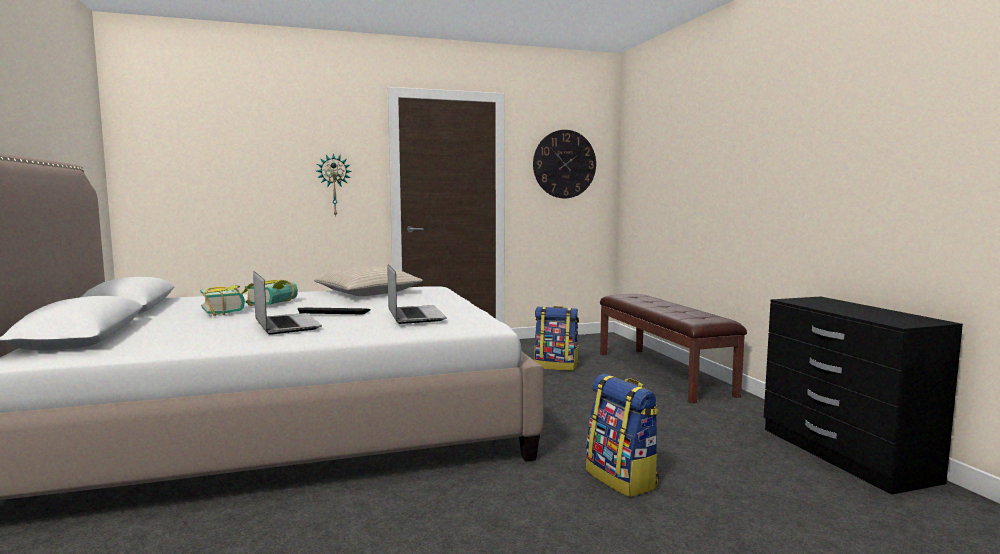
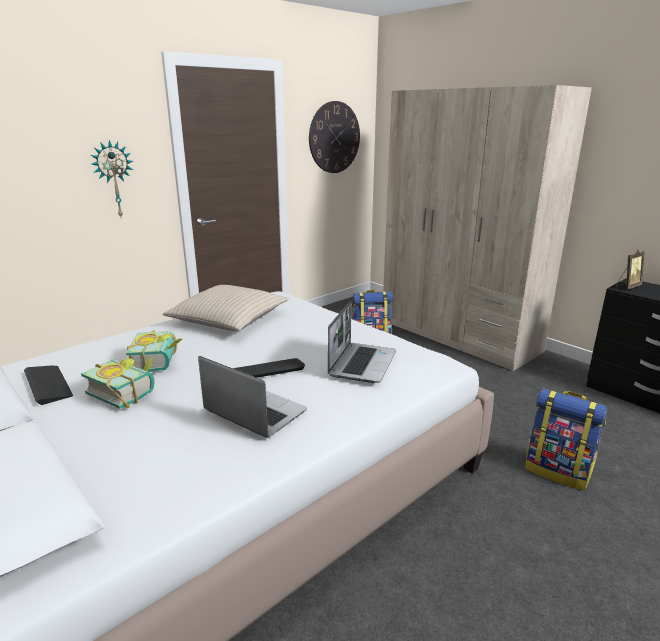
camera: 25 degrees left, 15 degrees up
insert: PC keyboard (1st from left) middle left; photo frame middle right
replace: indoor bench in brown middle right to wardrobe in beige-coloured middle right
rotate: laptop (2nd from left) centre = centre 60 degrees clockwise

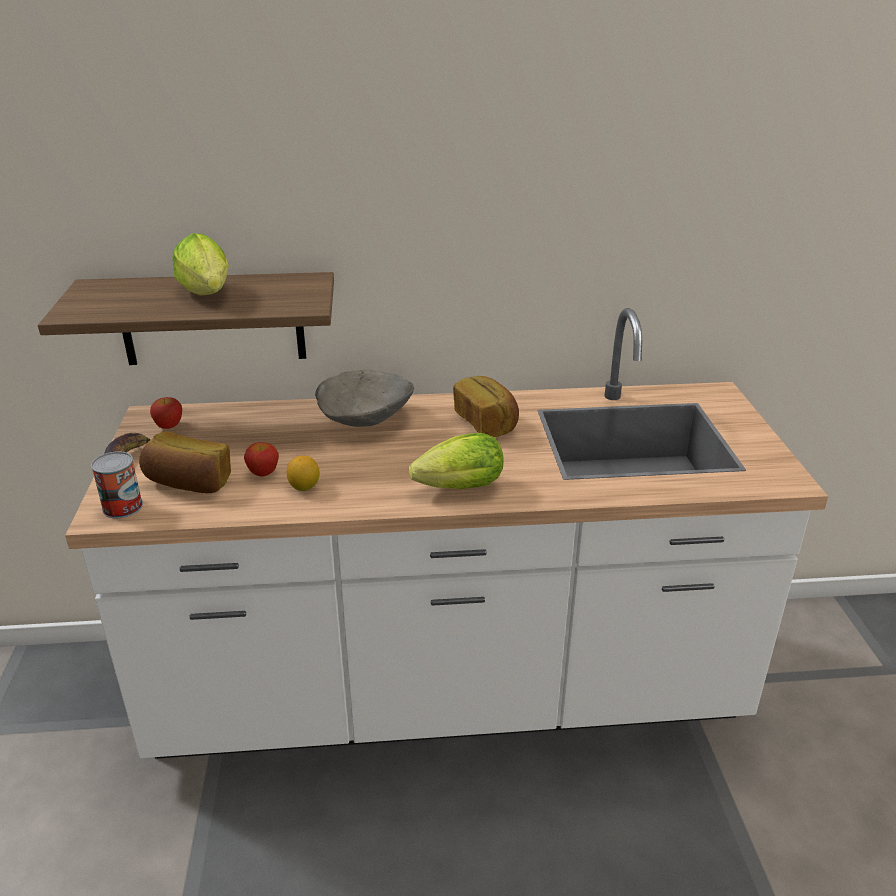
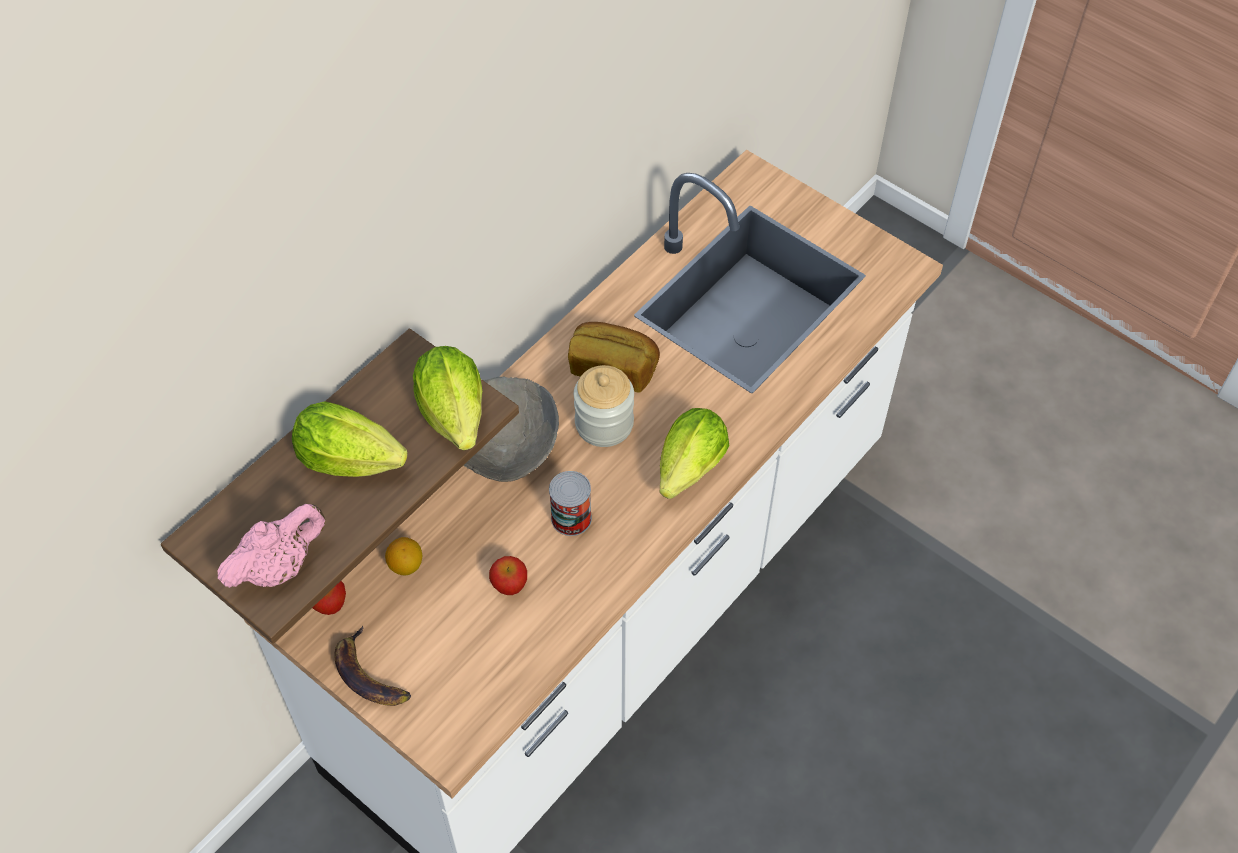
camera: 45 degrees left, 25 degrees up
delete: bread (1st from left) middle left
insert: tea pot in pinkish middle left; head of lettuce (2nd from left) centre; storage jar centre
move: can middle left to centre; lemon centre to middle left

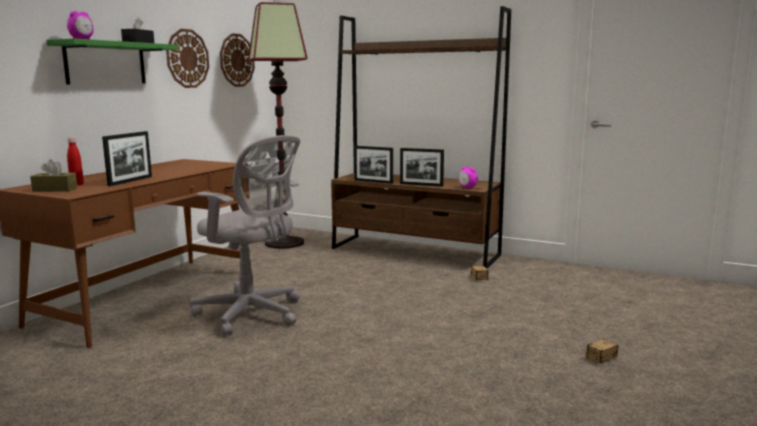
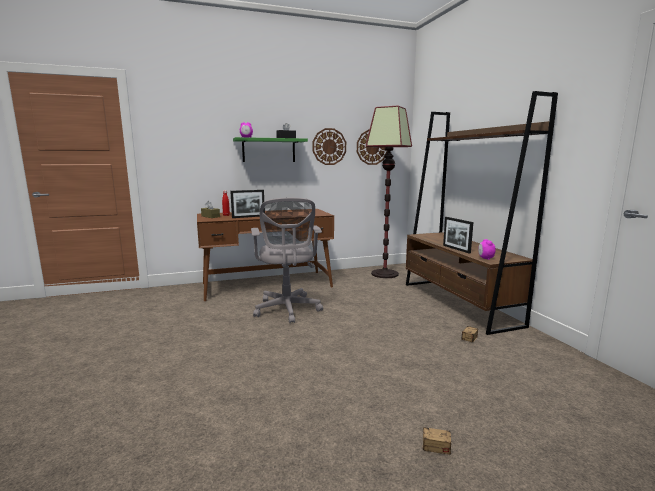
camera: 45 degrees right, 0 degrees up
delete: photo frame (2nd from left) centre

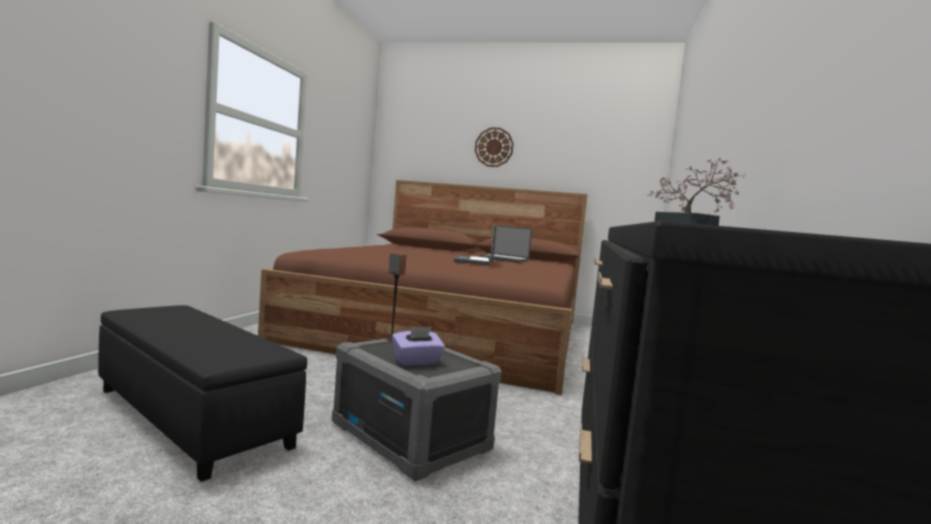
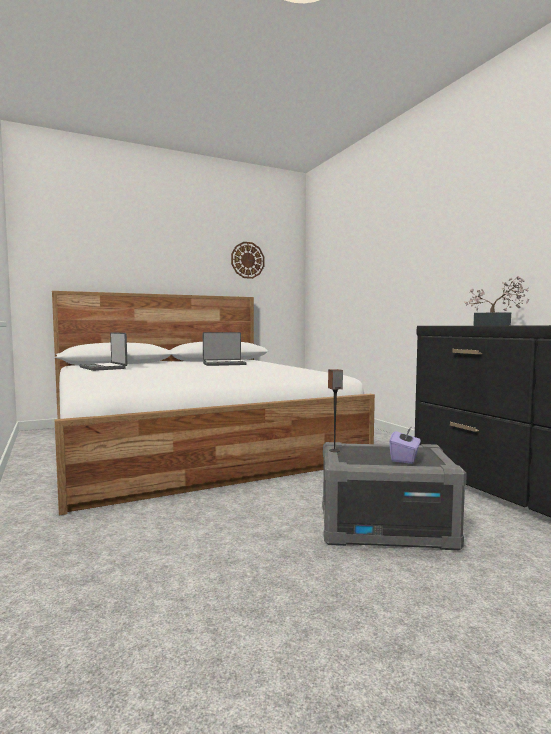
camera: 40 degrees left, 0 degrees up
delete: pouffe in black bottom left
move: laptop (1st from left) centre to middle left; clock on the wall top centre to centre
recolor: sleeping bed in brown centre to sleeping bed in white centre

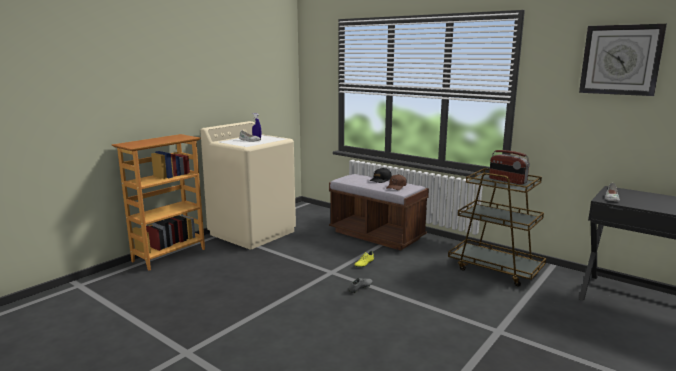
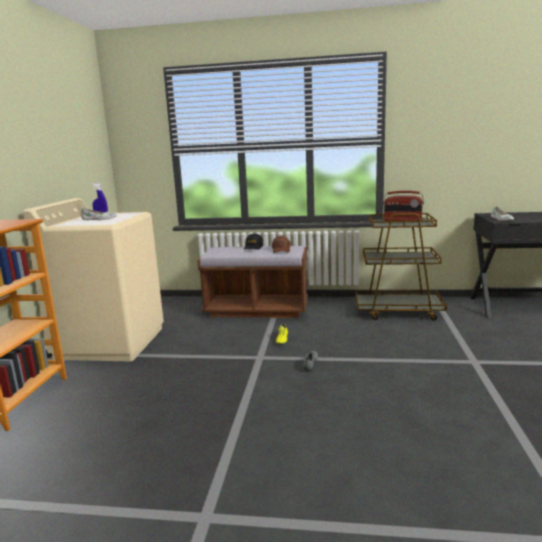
camera: 30 degrees left, 0 degrees up
delete: clock on the wall top right

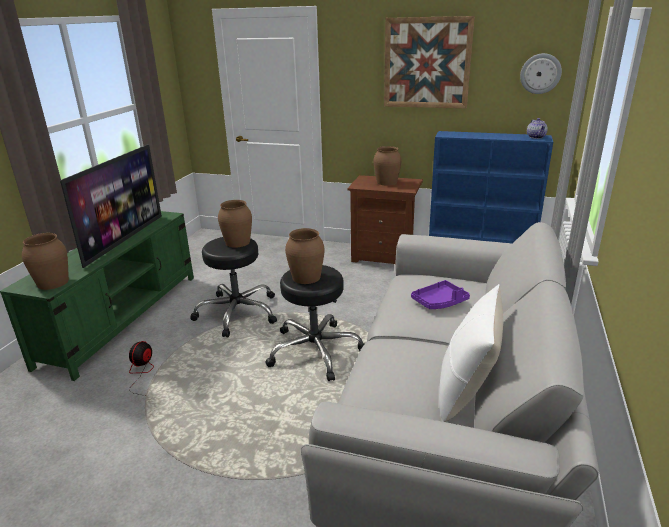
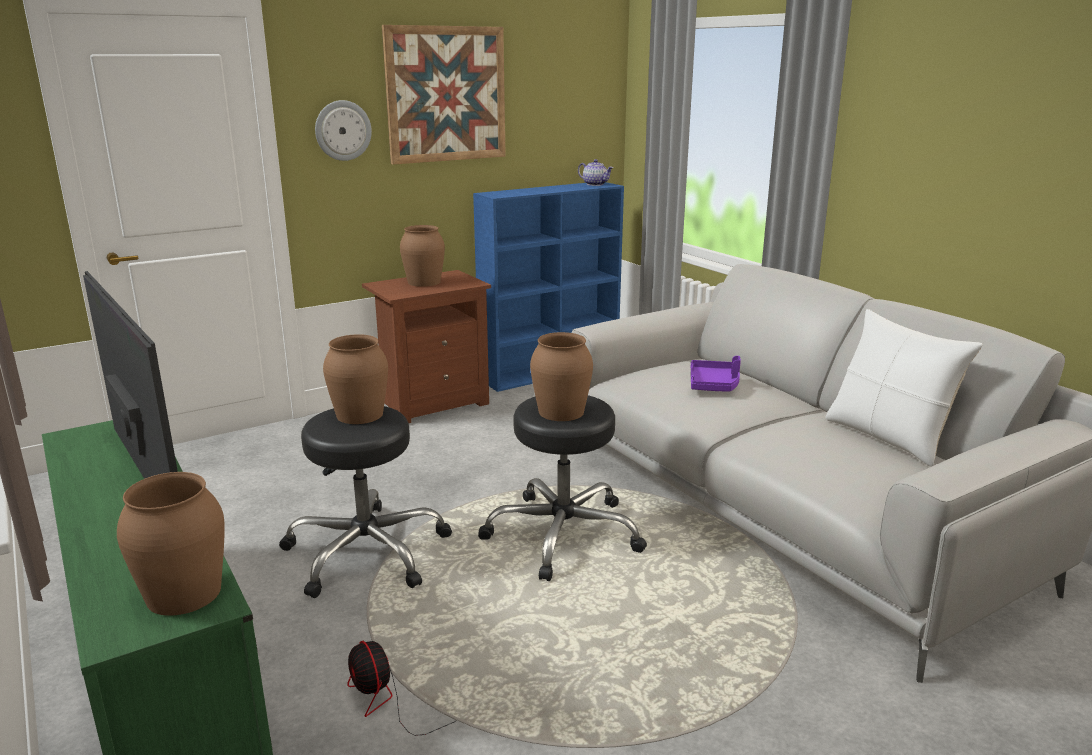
camera: 50 degrees left, 5 degrees down
move: clock on the wall top right to top left

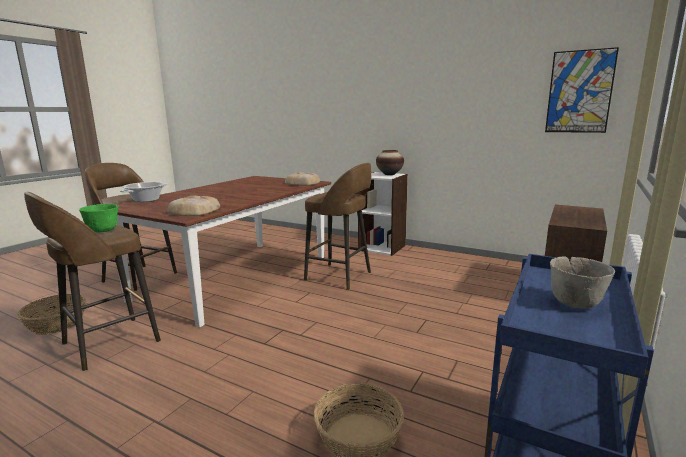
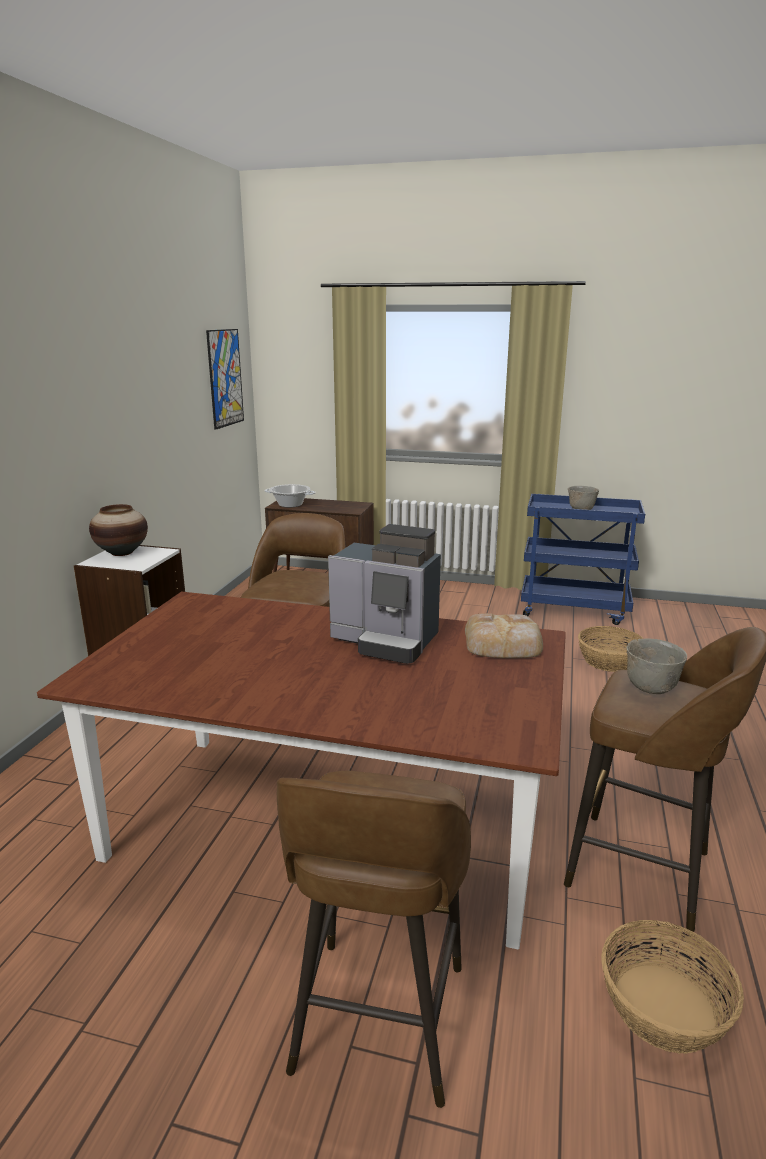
camera: 105 degrees left, 5 degrees up
delete: bread (2nd from left) centre
insert: coffee maker centre
move: saucepot middle left to centre
recolor: serving bowl in green-coloured middle left to serving bowl in grey (2nd from left) middle right

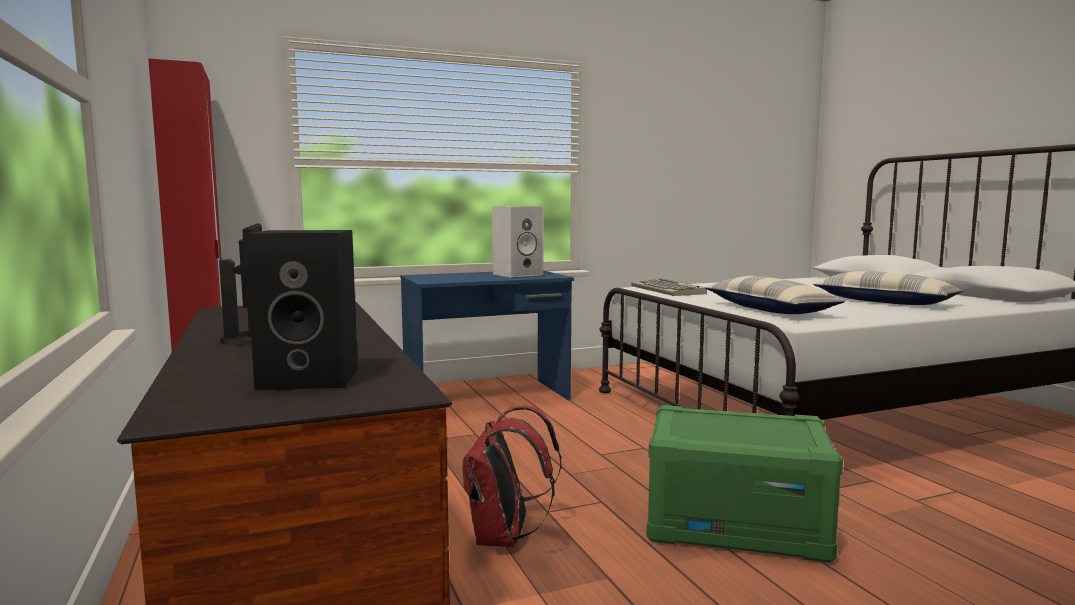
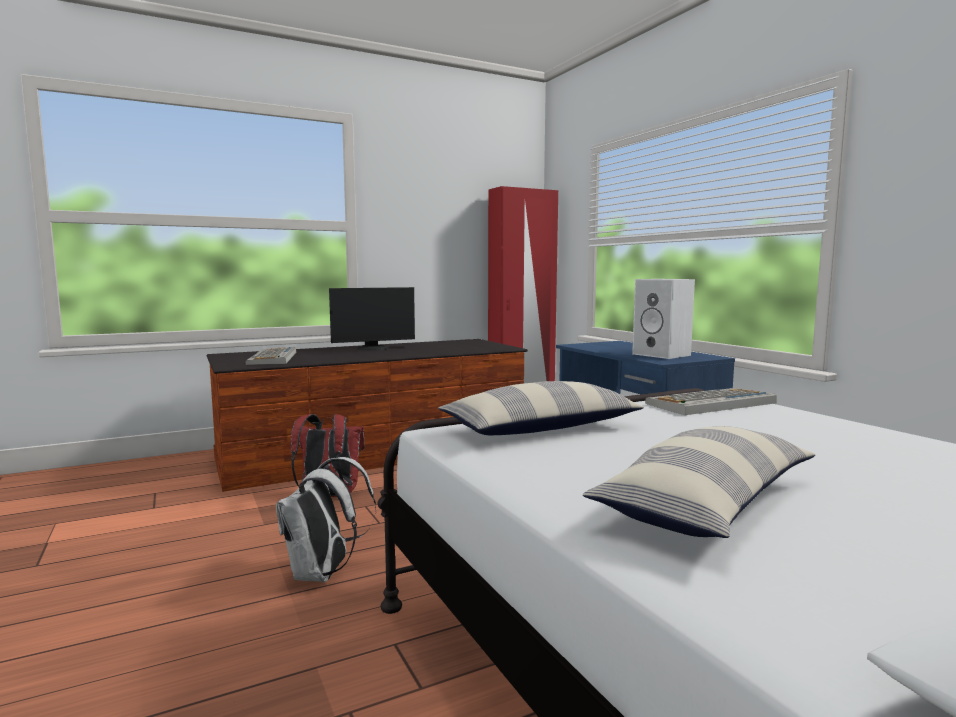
camera: 85 degrees right, 0 degrees up
replace: loudspeaker in black middle left to PC keyboard (1st from left) middle left; storage container in green-coloured bottom right to backpack in white bottom centre

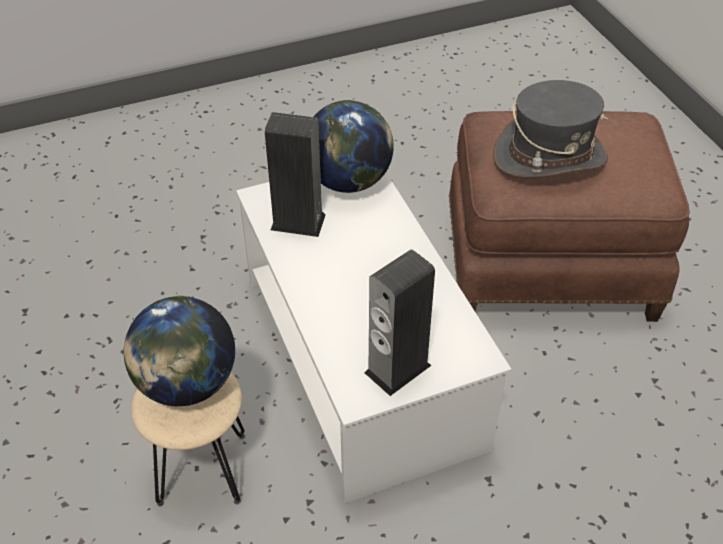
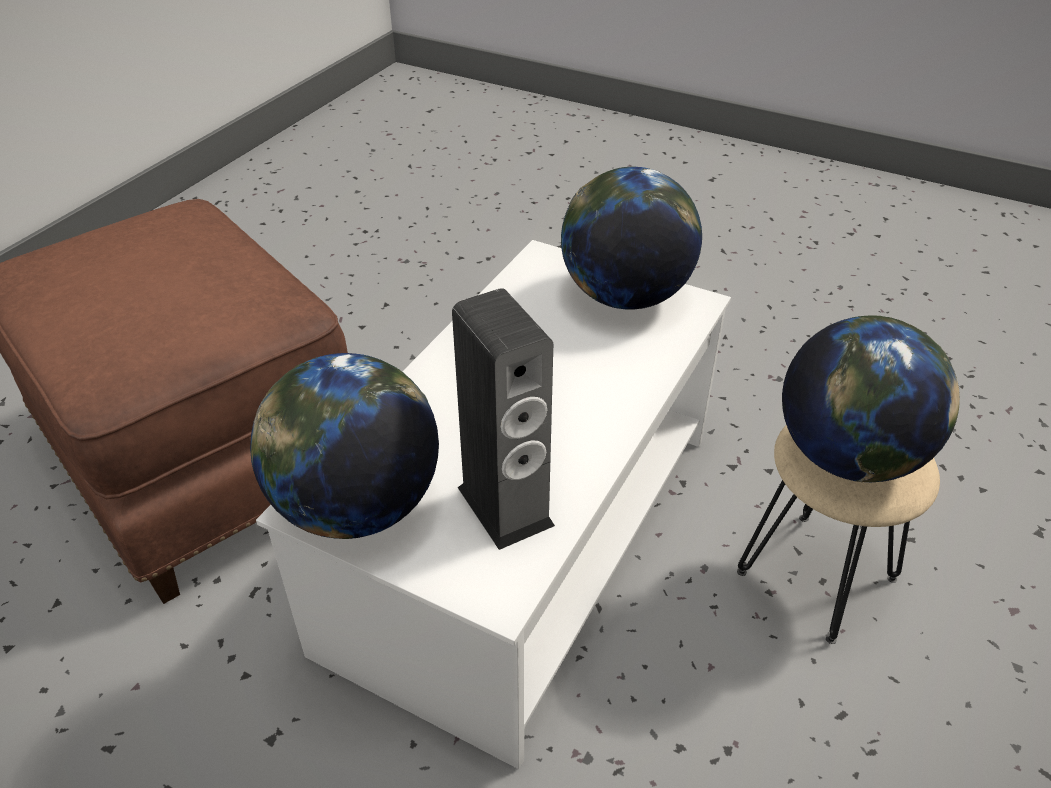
camera: 130 degrees left, 5 degrees down
delete: clothing hat in grey top right
replace: loudspeaker (2nd from left) centre to world globe (2nd from left) top centre

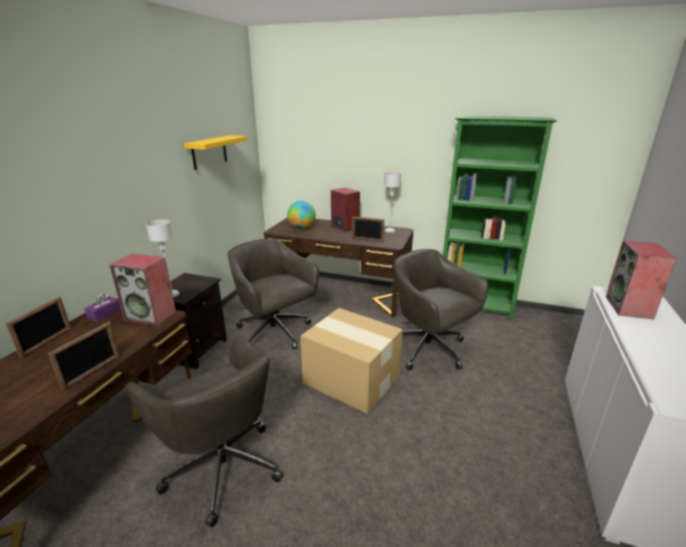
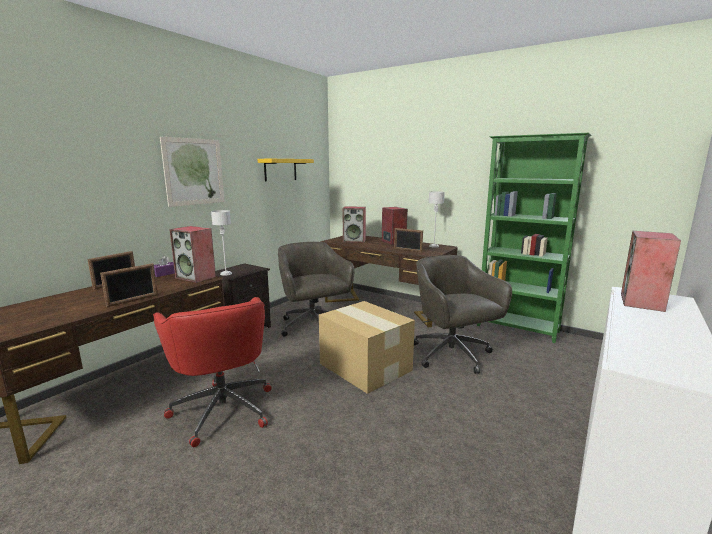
camera: 15 degrees right, 10 degrees down
insert: wall picture top left
replace: world globe centre to loudspeaker (2nd from left) centre
recolor: computer chair in grey (1st from left) bottom left to computer chair in reddish bottom left

